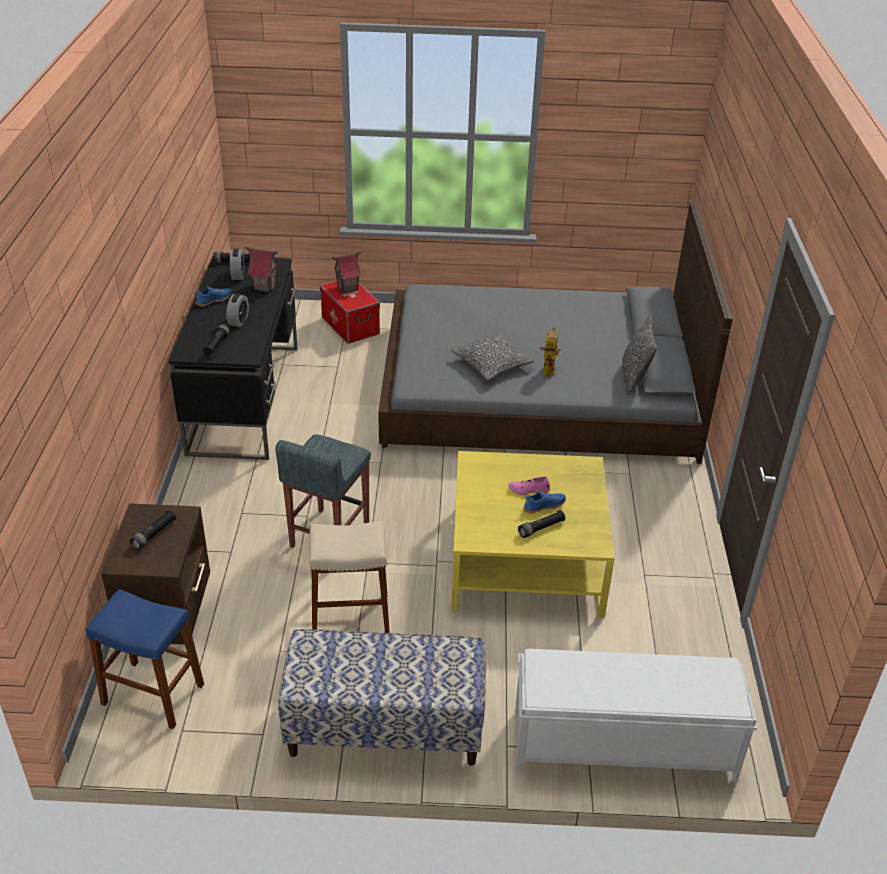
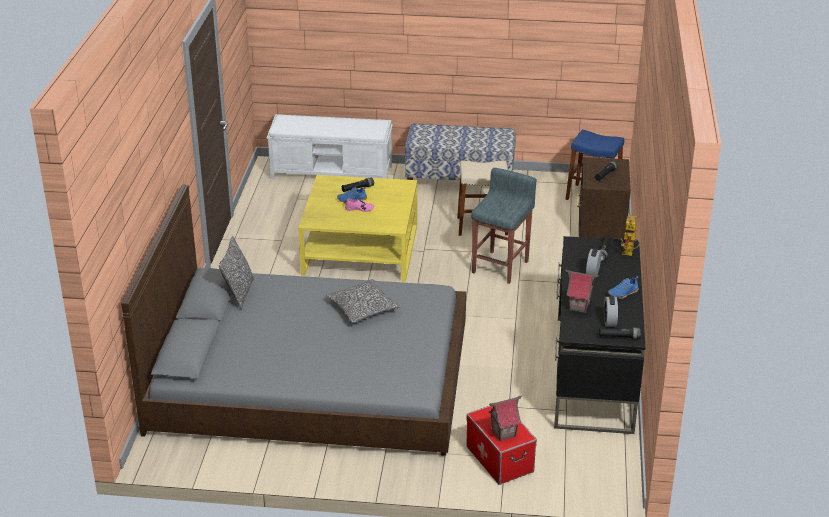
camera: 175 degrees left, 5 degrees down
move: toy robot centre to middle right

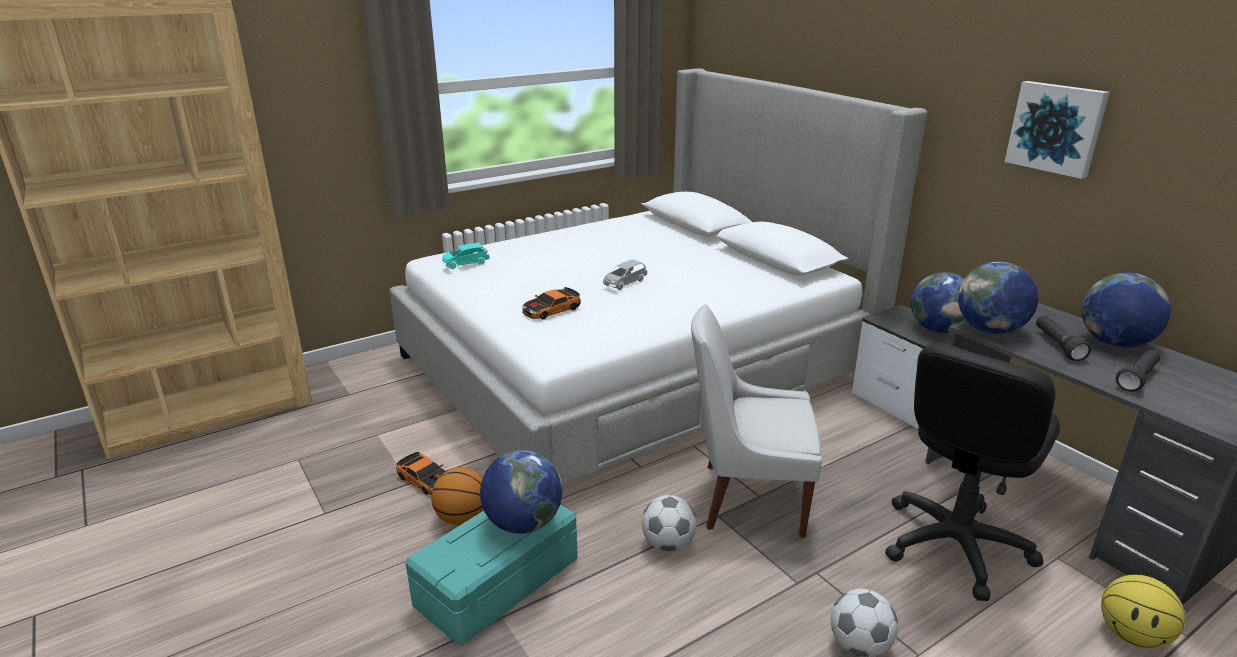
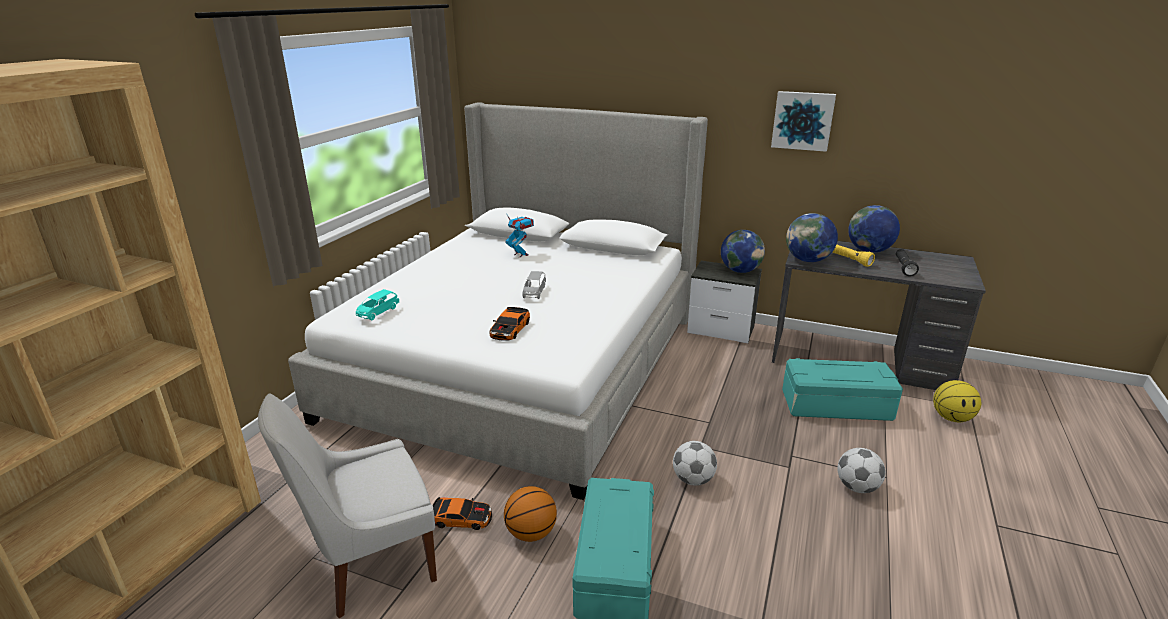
camera: 35 degrees left, 0 degrees up
delete: world globe (1st from left) bottom centre
insert: toy robot centre
move: plain chair in white centre to bottom left
replace: computer chair in black bottom right to storage container in turquoise-coloured (2nd from left) middle right
recolor: torch in black (1st from left) middle right to torch in yellowish middle right

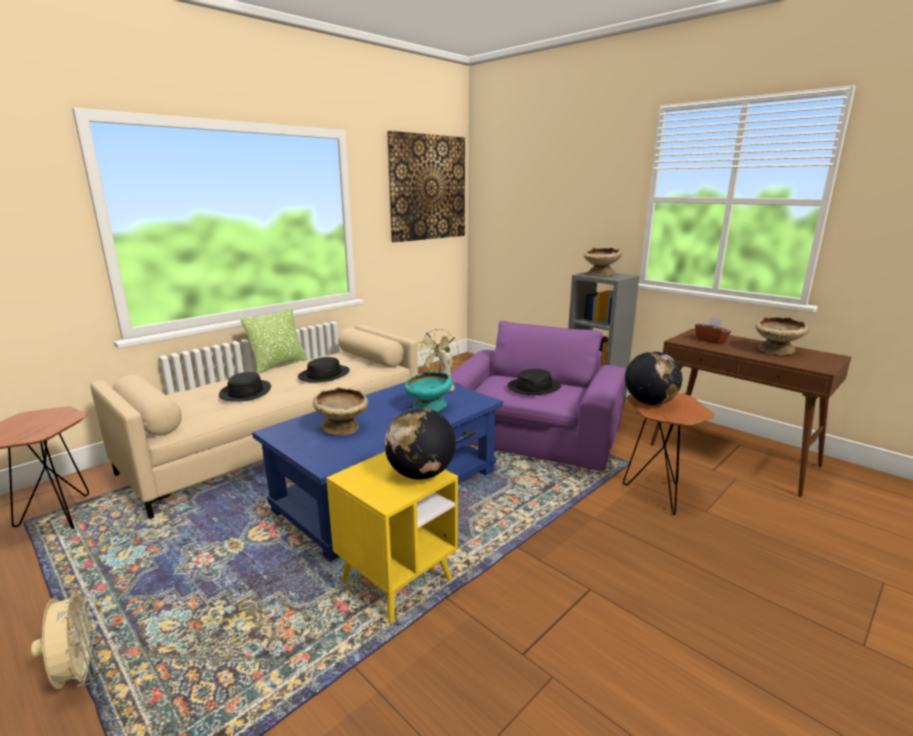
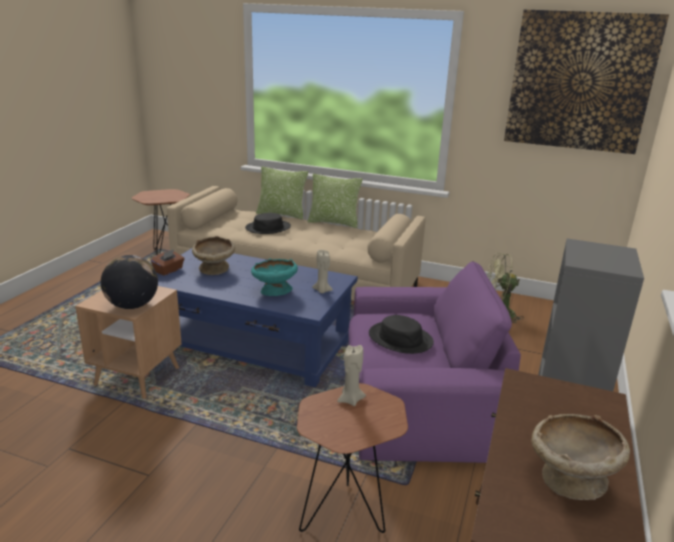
camera: 65 degrees right, 5 degrees up
delete: electric fan in beige-coloured bottom left; clothing hat in black (2nd from left) centre; serving bowl in beige-coloured (2nd from left) centre
insert: throw pillow (1st from left) centre
move: box of tissues in brown middle right to middle left
replace: world globe (2nd from left) middle right to candle in beige-coloured (2nd from left) bottom centre
recolor: end table in yellowish bottom centre to end table in brown (1st from left) middle left

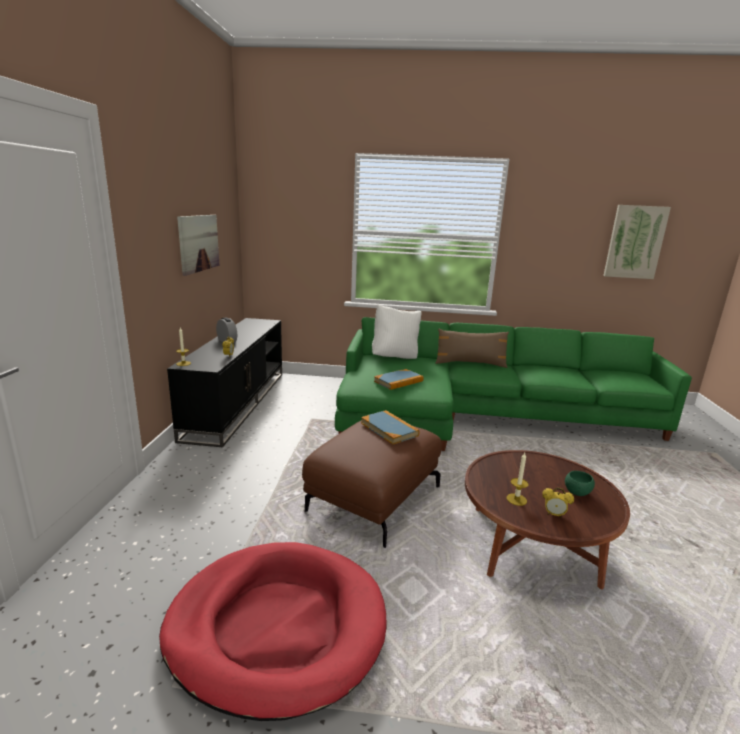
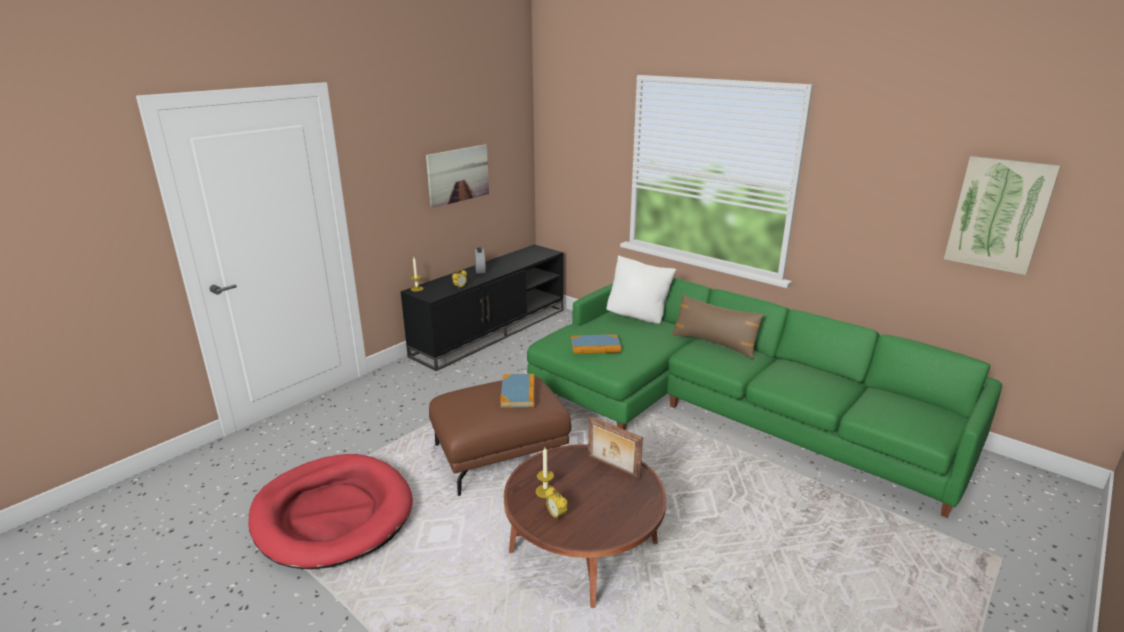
camera: 35 degrees right, 5 degrees up
delete: serving bowl in green-coloured middle right
insert: photo frame bottom centre

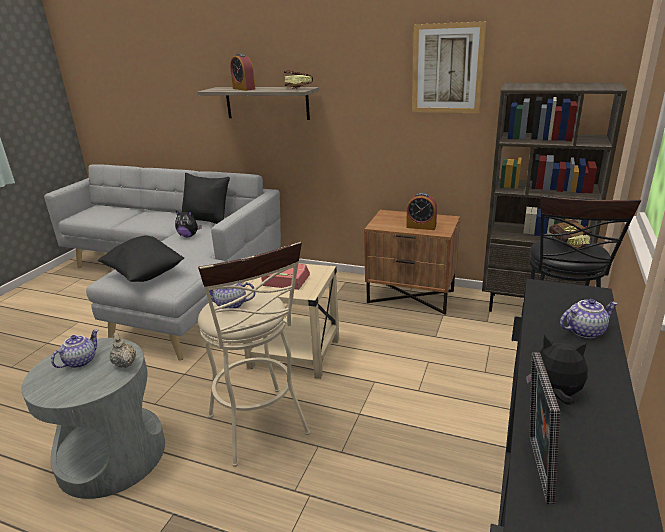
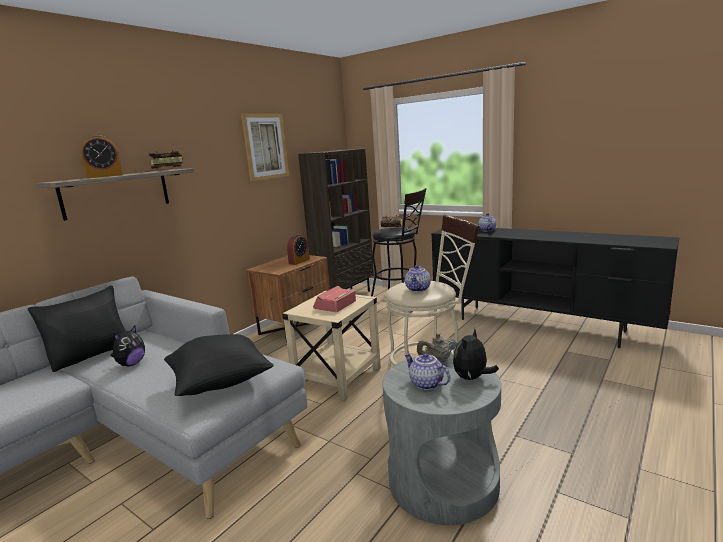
camera: 75 degrees left, 10 degrees down
delete: photo frame bottom right
move: soft toy (2nd from left) bottom right to centre

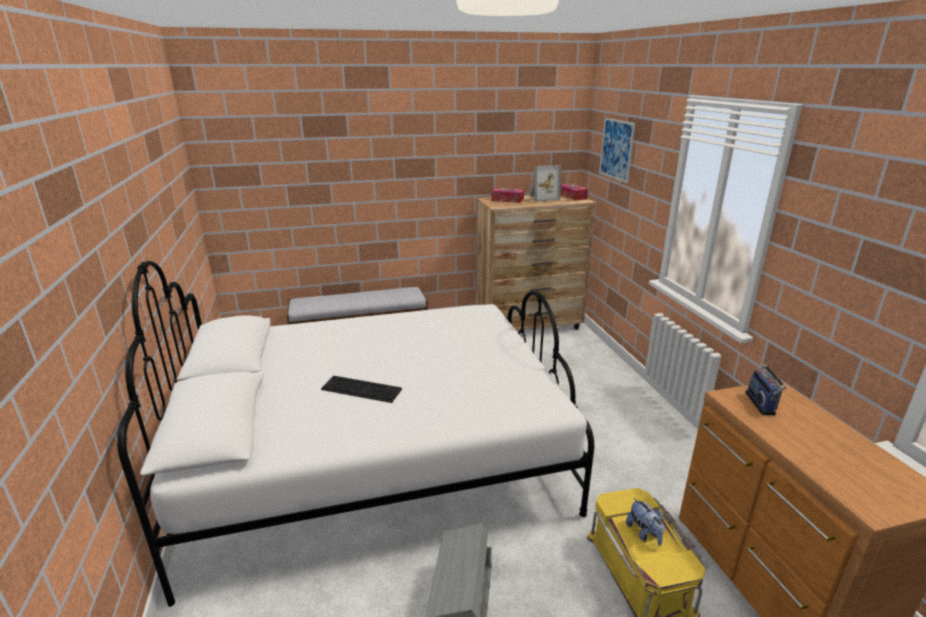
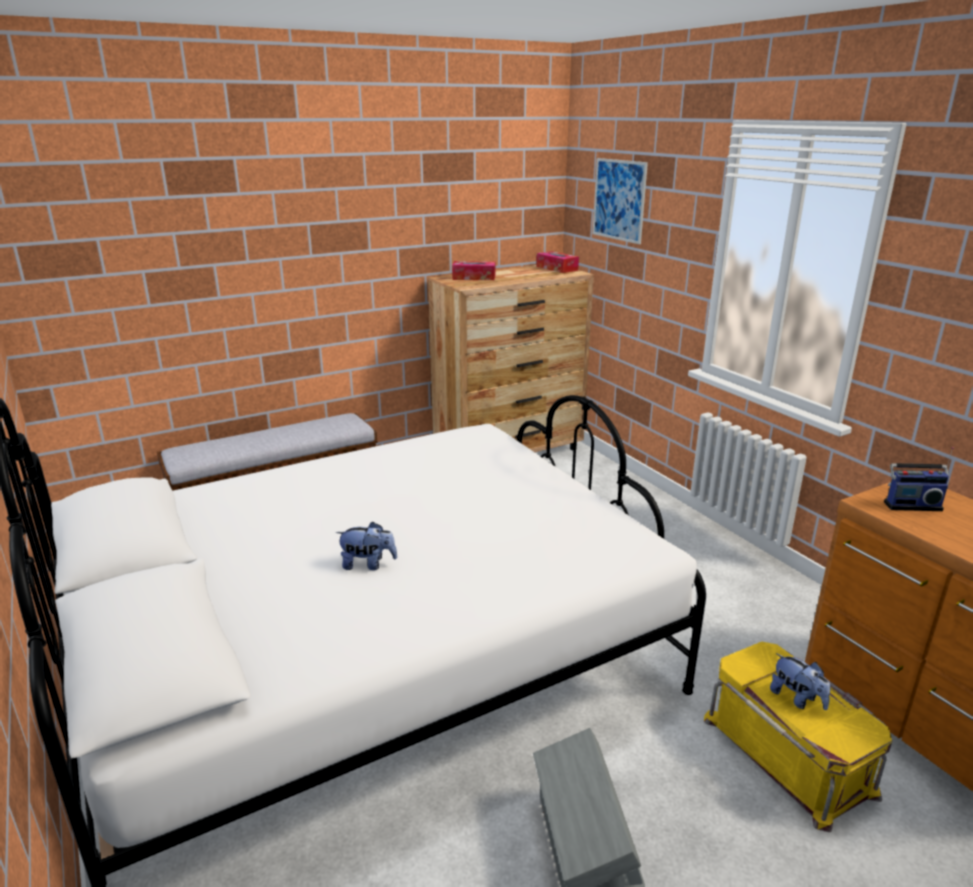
camera: 15 degrees left, 0 degrees up
delete: photo frame top centre
replace: PC keyboard centre to soft toy (1st from left) centre
rotate: radio receiver middle right = middle right 75 degrees counterclockwise

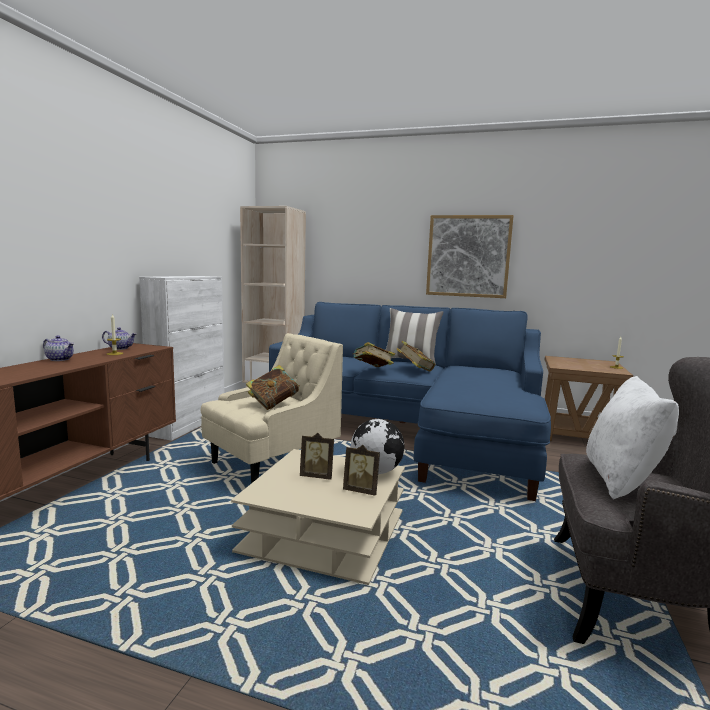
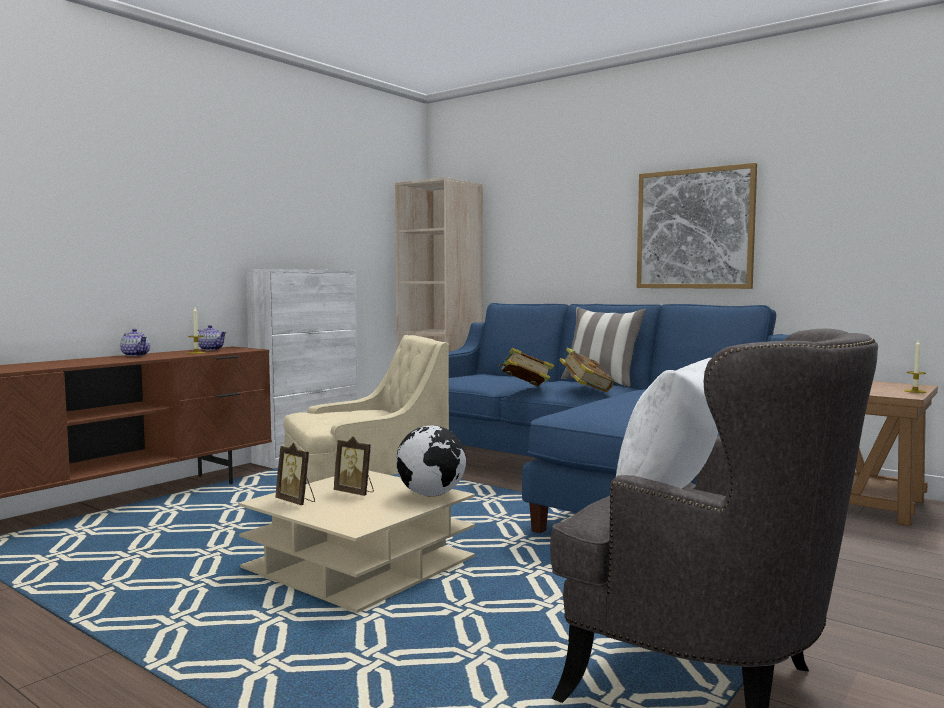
camera: 20 degrees right, 5 degrees down
delete: volume (1st from left) centre
move: photo frame (2nd from left in the first image) centre to photo frame (1st from left) bottom left

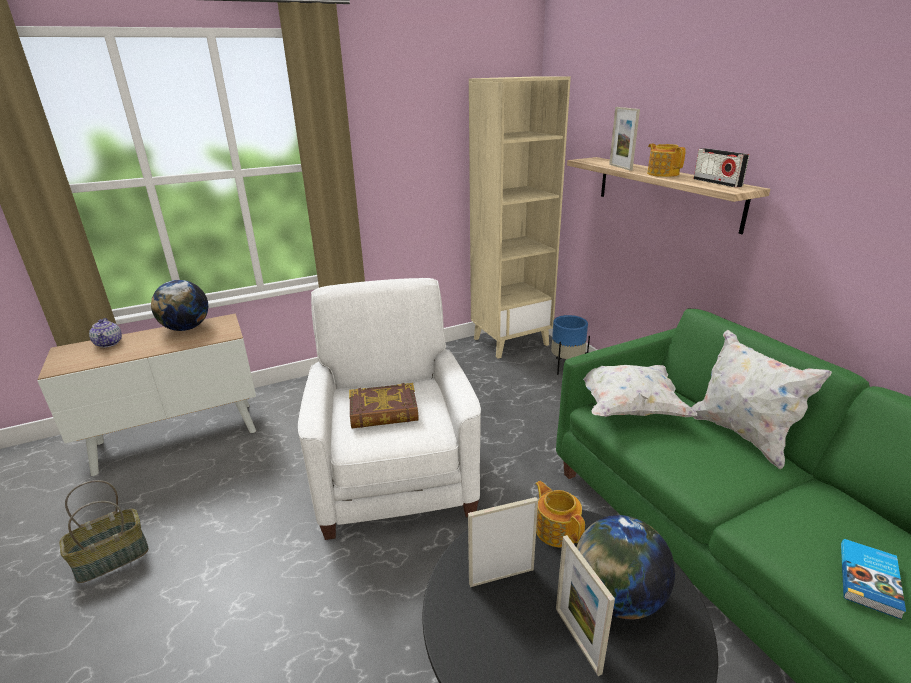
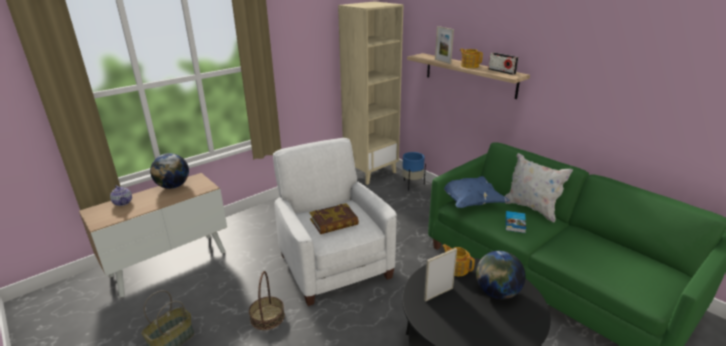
camera: 15 degrees left, 0 degrees up
delete: photo frame (2nd from left) bottom centre
insert: basket (2nd from left) bottom centre
move: volume (2nd from left) bottom right to middle right
recolor: throw pillow in white (1st from left) middle right to throw pillow in blue centre

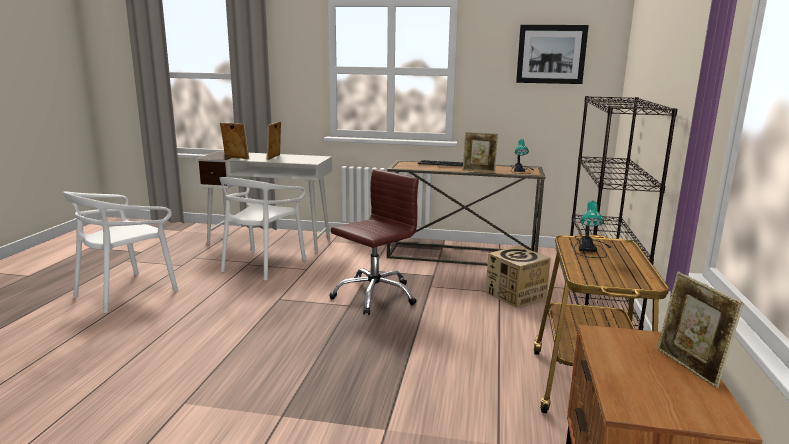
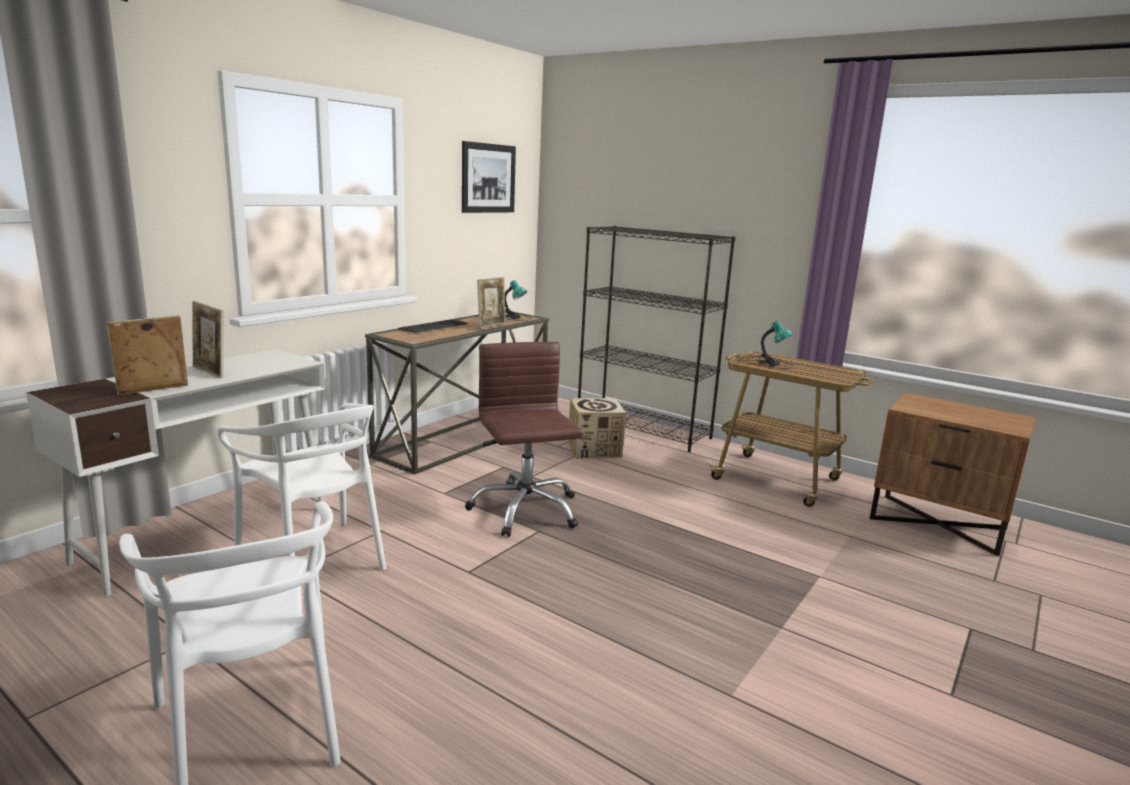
camera: 65 degrees left, 0 degrees up
delete: photo frame (4th from left) bottom right

